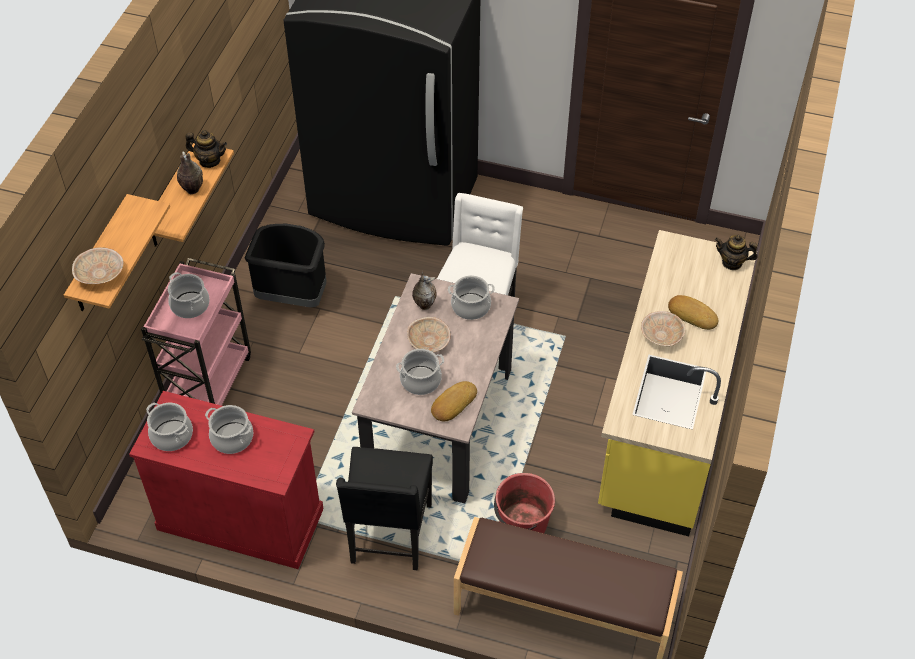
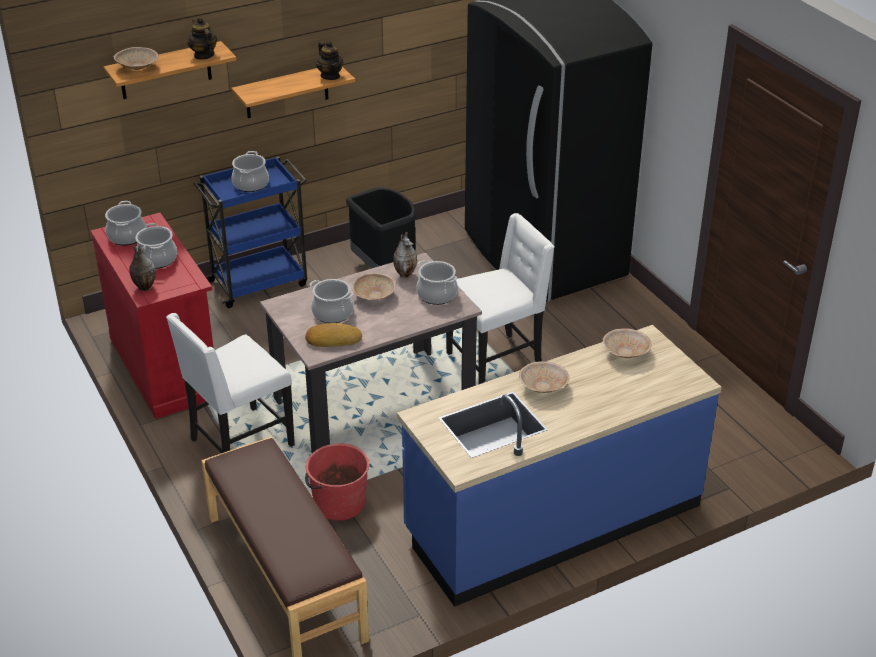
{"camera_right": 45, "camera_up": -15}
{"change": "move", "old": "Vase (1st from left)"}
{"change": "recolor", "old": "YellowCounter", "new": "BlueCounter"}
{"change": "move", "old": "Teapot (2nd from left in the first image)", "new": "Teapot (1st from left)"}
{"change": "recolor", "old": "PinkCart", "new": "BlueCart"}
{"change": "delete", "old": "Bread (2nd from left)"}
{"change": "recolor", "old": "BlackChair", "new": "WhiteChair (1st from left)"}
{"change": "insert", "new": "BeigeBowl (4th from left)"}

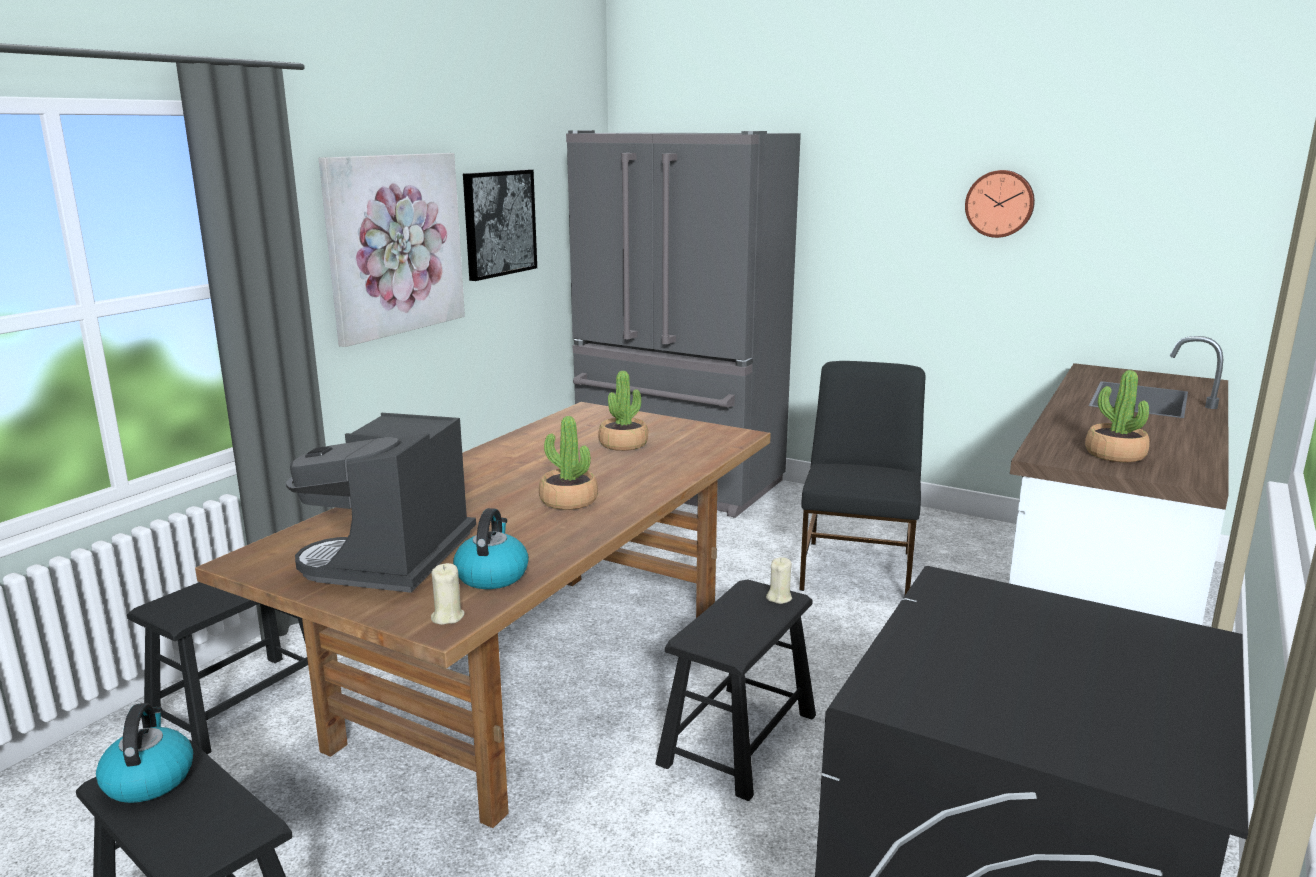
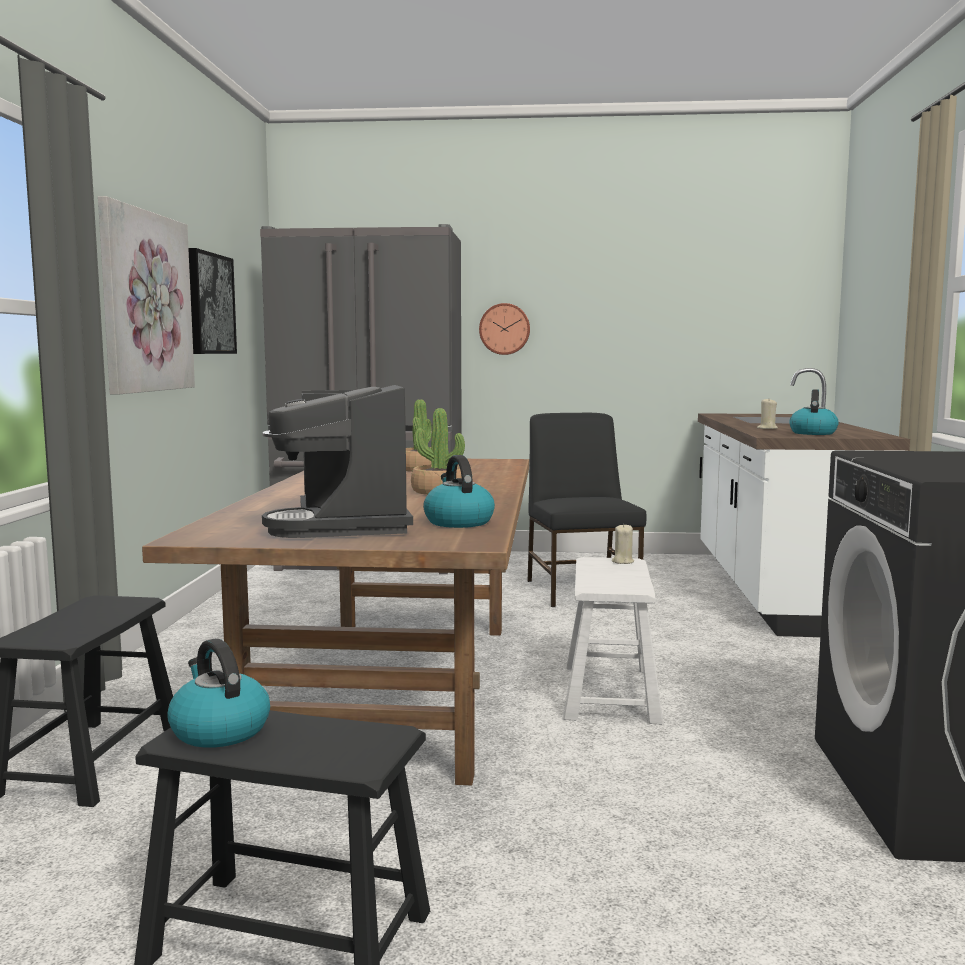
{"camera_right": -25, "camera_up": -10}
{"change": "move", "old": "WallClock"}
{"change": "replace", "old": "PottedPlant (3rd from left)", "new": "Kettle (3rd from left)"}
{"change": "move", "old": "BeigeCandle (1st from left in the first image)", "new": "BeigeCandle (2nd from left)"}
{"change": "recolor", "old": "BlackStool (3rd from left)", "new": "WhiteStool"}

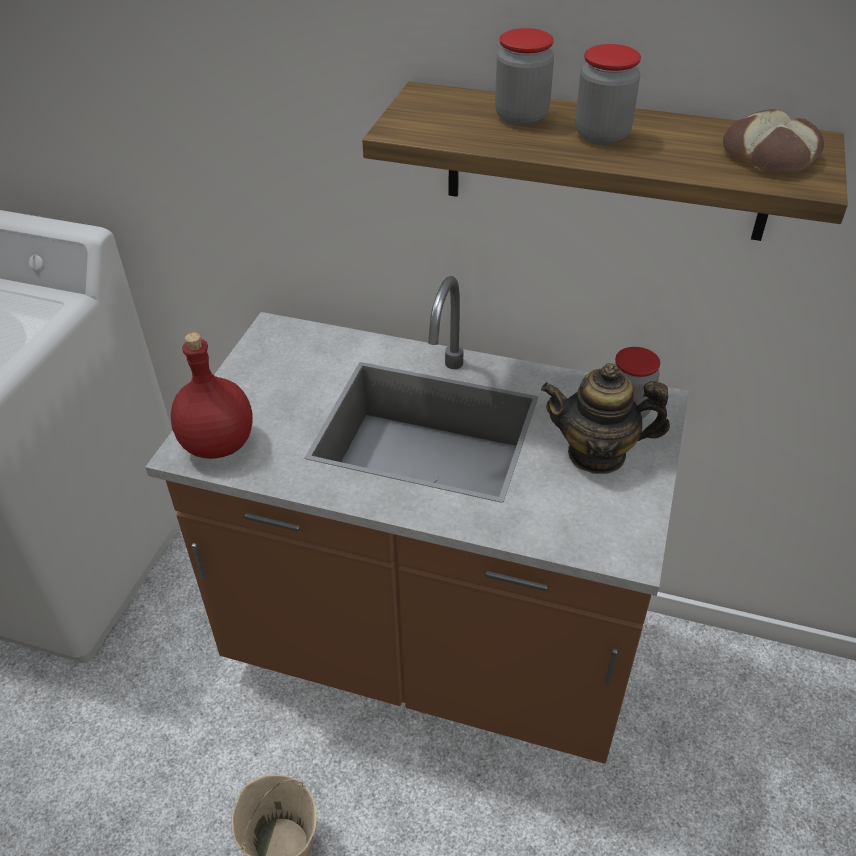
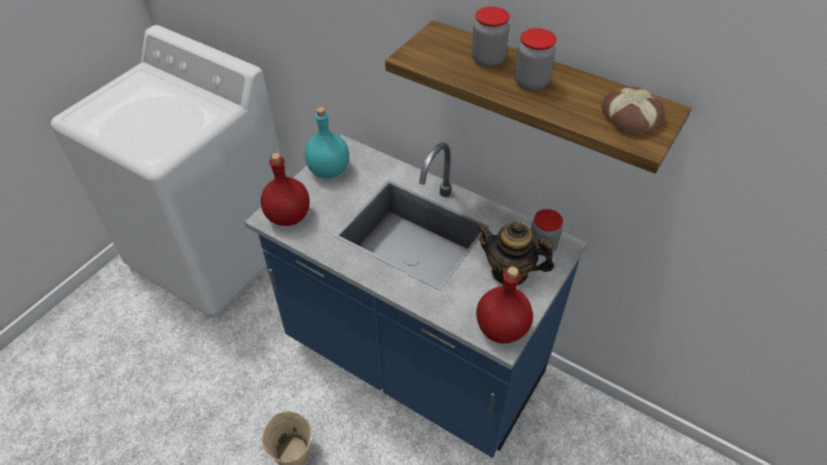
{"camera_right": 15, "camera_up": 5}
{"change": "recolor", "old": "BrownCounter", "new": "BlueCounter"}
{"change": "insert", "new": "TurquoiseBottle"}
{"change": "insert", "new": "RedBottle (2nd from left)"}

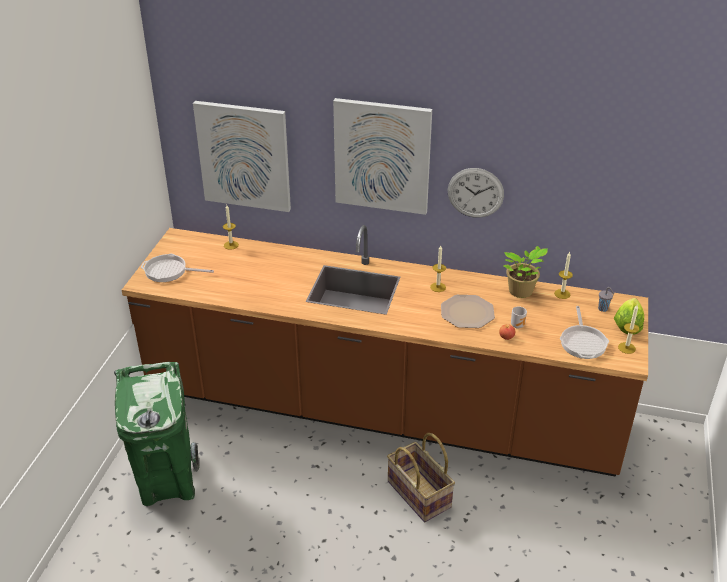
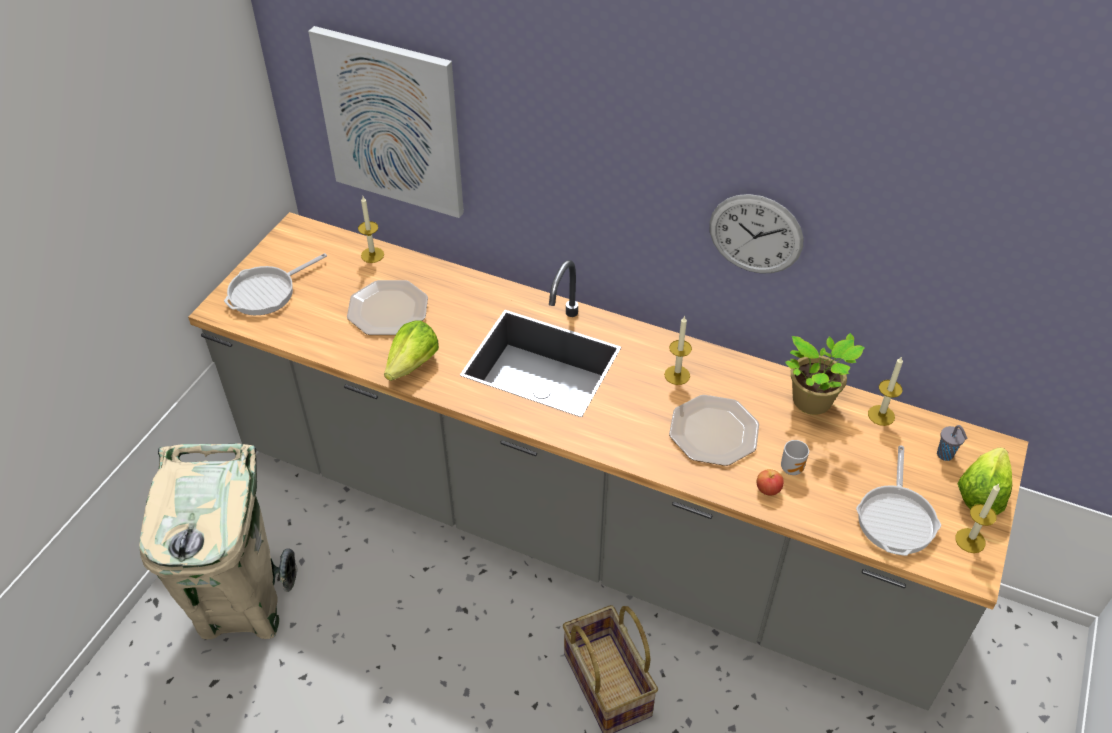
{"camera_right": 10, "camera_up": 10}
{"change": "delete", "old": "Picture (2nd from left)"}
{"change": "recolor", "old": "BrownCounter", "new": "GreyCounter"}
{"change": "rotate", "old": "FryingPan (1st from left)", "degrees": -60}
{"change": "recolor", "old": "GreenTrashCan", "new": "BeigeTrashCan"}
{"change": "insert", "new": "Plate (1st from left)"}
{"change": "insert", "new": "Lettuce (1st from left)"}

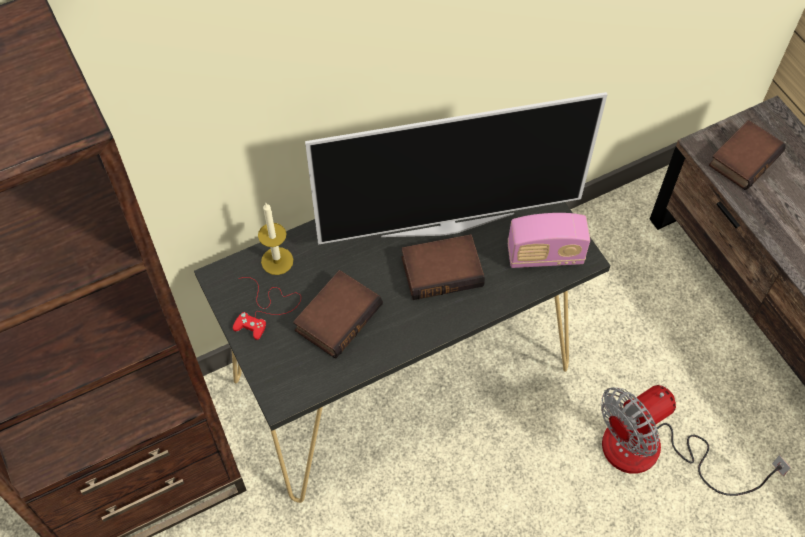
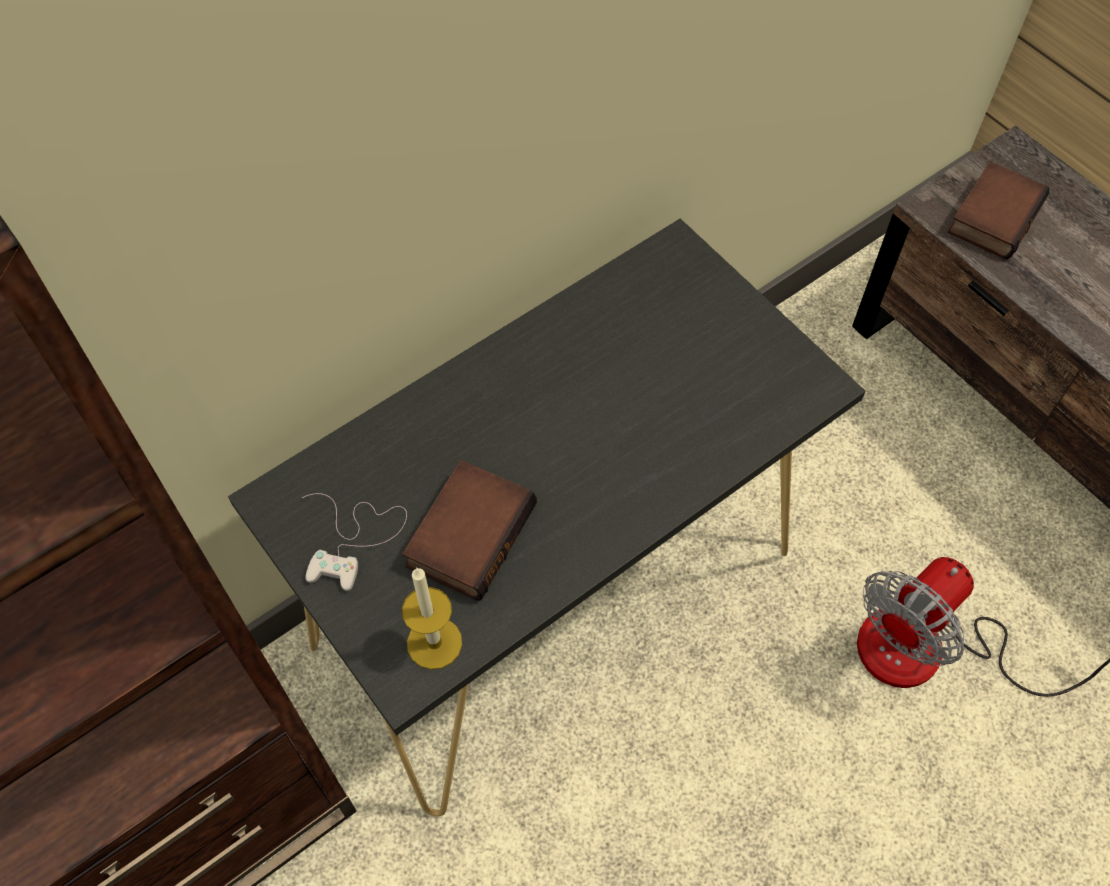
{"camera_right": -10, "camera_up": 0}
{"change": "delete", "old": "Television"}
{"change": "move", "old": "Candle"}
{"change": "delete", "old": "Radio"}
{"change": "delete", "old": "Book (2nd from left)"}
{"change": "recolor", "old": "RedGameController", "new": "WhiteGameController"}

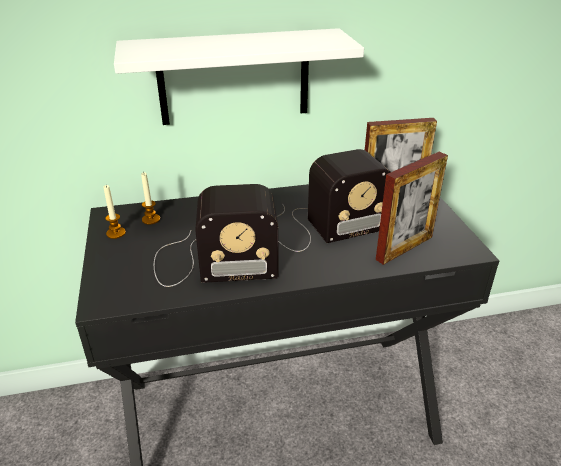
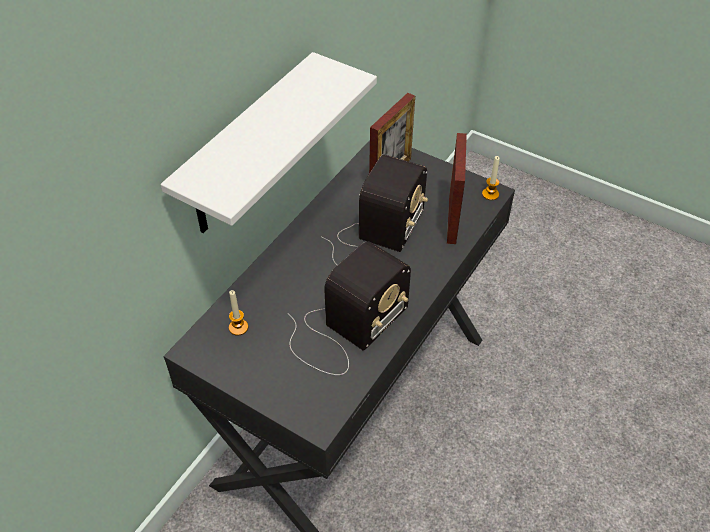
{"camera_right": -45, "camera_up": 15}
{"change": "move", "old": "Candle (1st from left in the first image)", "new": "Candle (2nd from left)"}

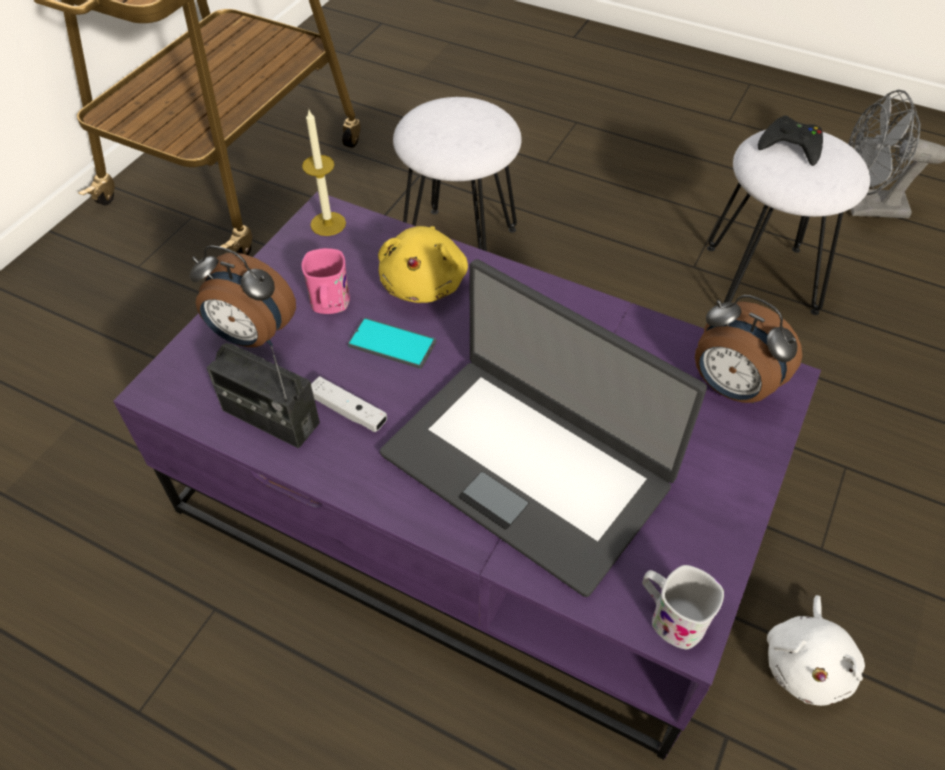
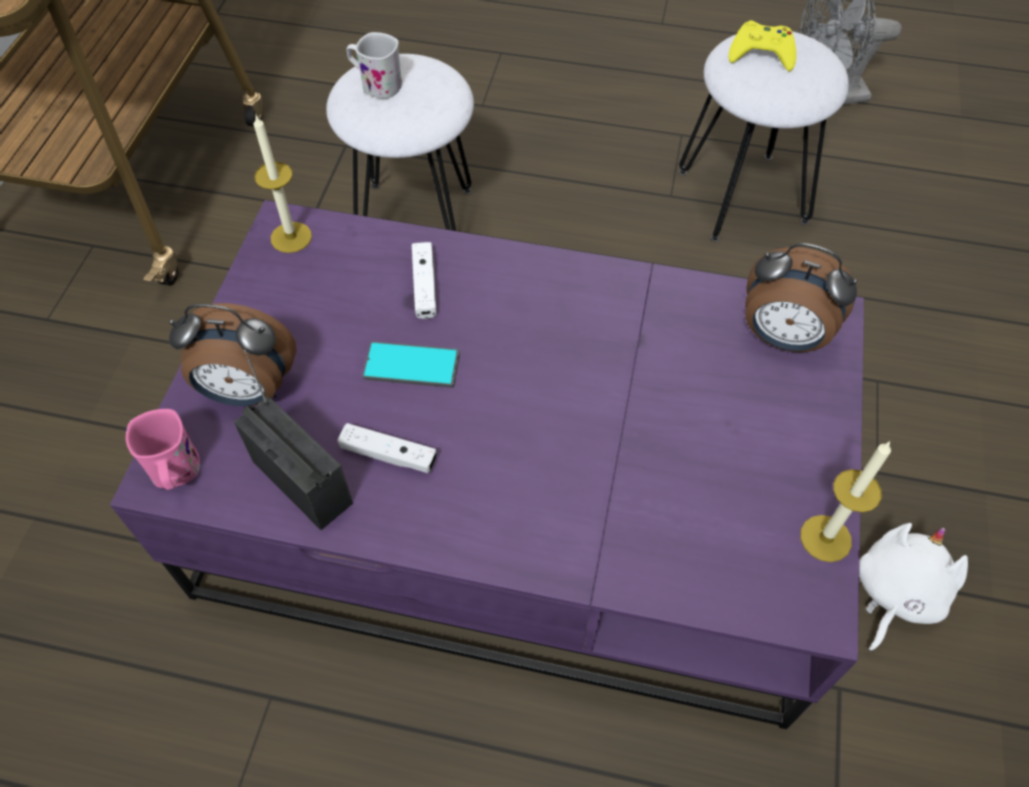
{"camera_right": -15, "camera_up": 5}
{"change": "recolor", "old": "BlackGameController", "new": "YellowGameController"}
{"change": "replace", "old": "YellowPlushToy", "new": "WhiteGameController (2nd from left)"}
{"change": "move", "old": "PinkMug"}
{"change": "delete", "old": "Laptop"}
{"change": "rotate", "old": "Radio", "degrees": -150}
{"change": "move", "old": "WhiteMug"}
{"change": "rotate", "old": "WhitePlushToy", "degrees": -150}
{"change": "insert", "new": "Candle (2nd from left)"}

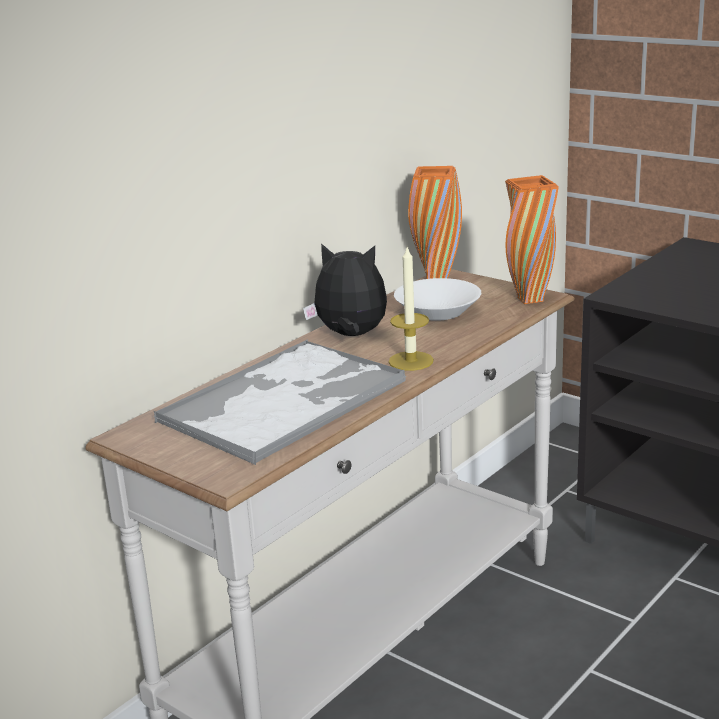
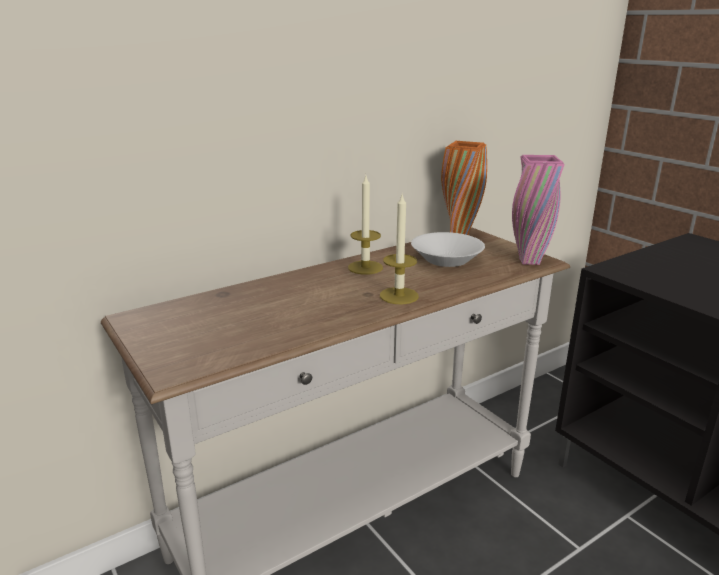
{"camera_right": 15, "camera_up": 0}
{"change": "recolor", "old": "OrangeVase (2nd from left)", "new": "PinkVase"}
{"change": "replace", "old": "PlushToy", "new": "Candle (1st from left)"}
{"change": "delete", "old": "Tray"}

